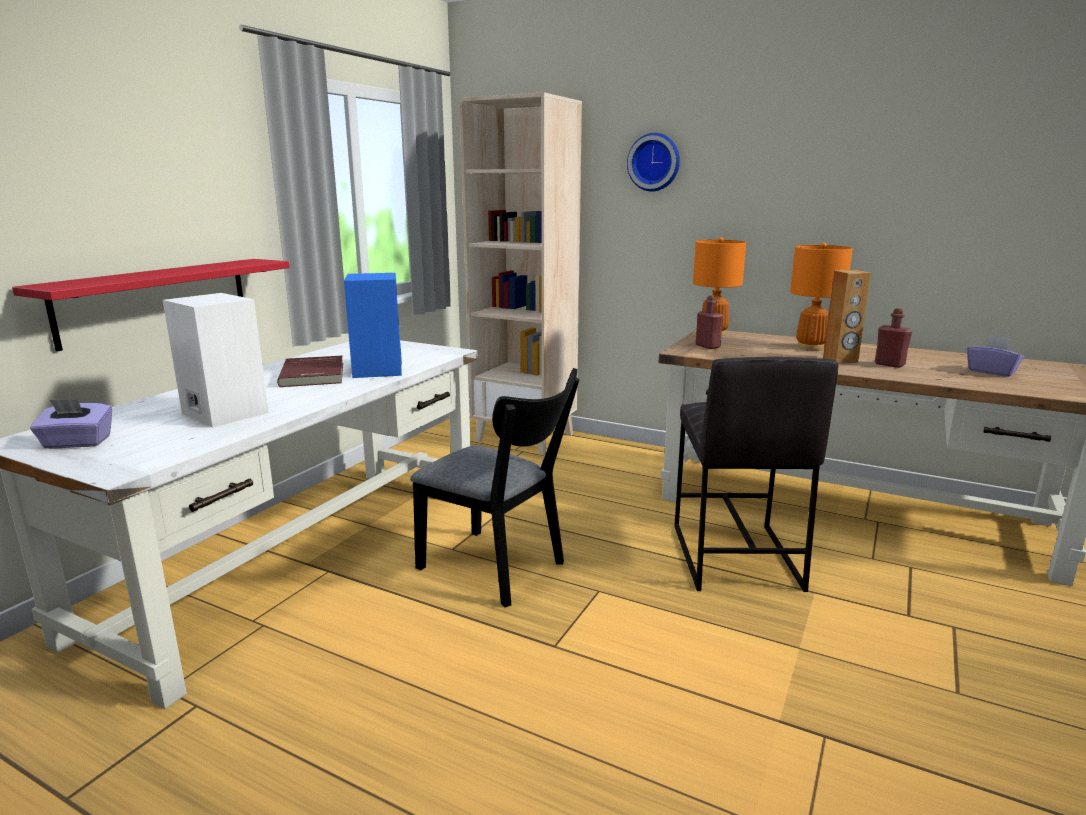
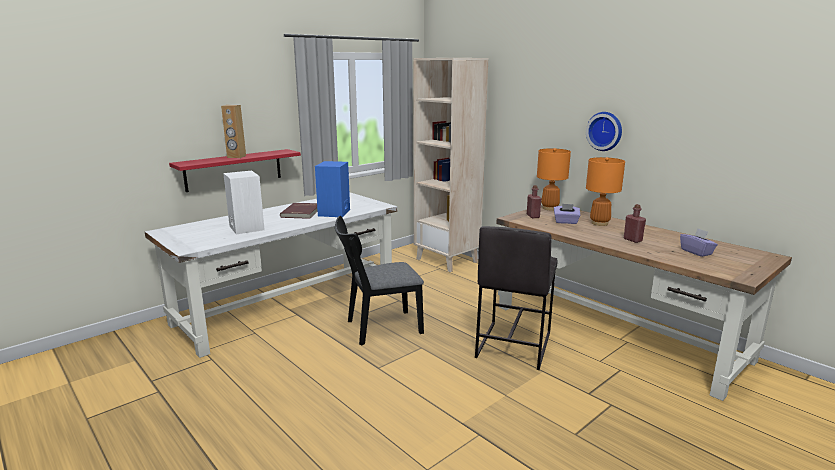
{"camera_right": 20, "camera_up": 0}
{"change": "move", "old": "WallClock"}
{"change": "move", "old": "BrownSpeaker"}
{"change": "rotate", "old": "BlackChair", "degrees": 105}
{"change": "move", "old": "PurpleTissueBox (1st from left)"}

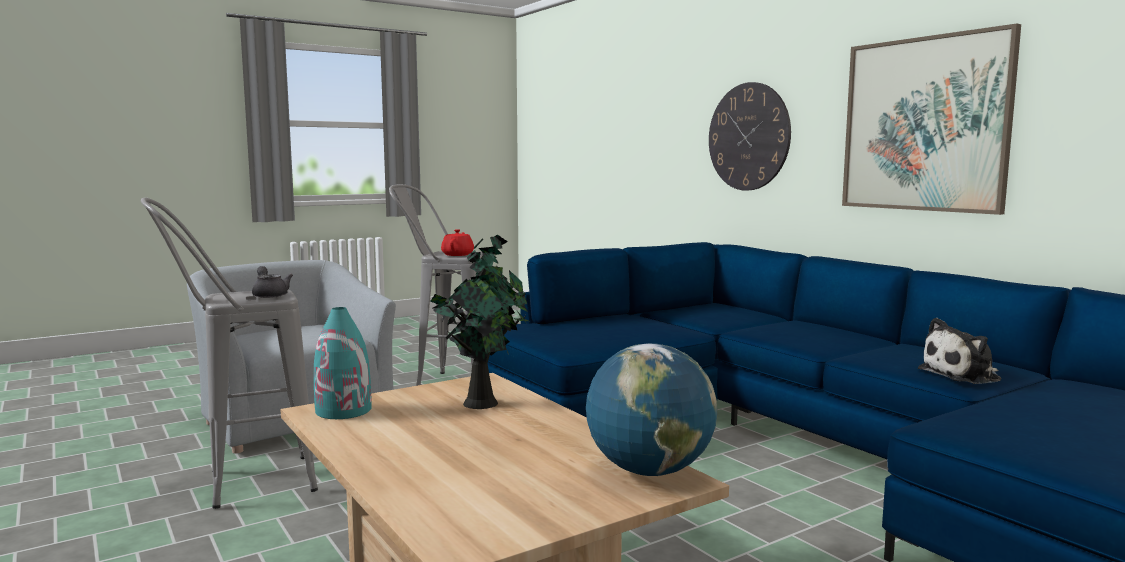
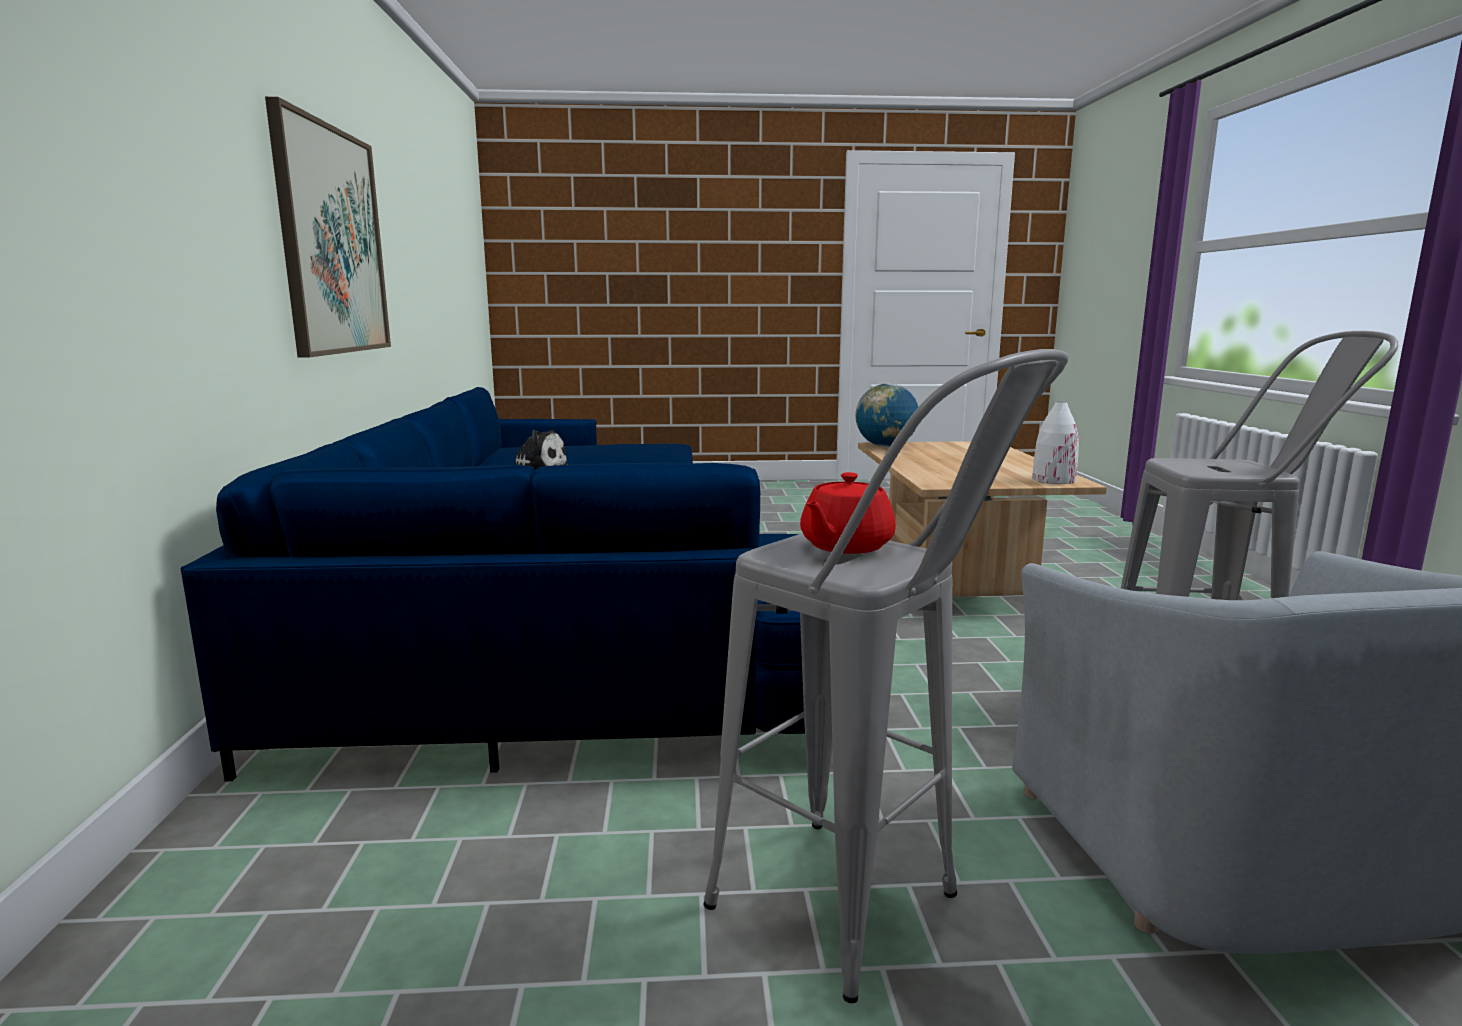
{"camera_right": -150, "camera_up": 5}
{"change": "delete", "old": "WallClock"}
{"change": "delete", "old": "PottedPlant"}
{"change": "delete", "old": "GreyTeapot"}
{"change": "recolor", "old": "TurquoiseVase", "new": "WhiteVase"}

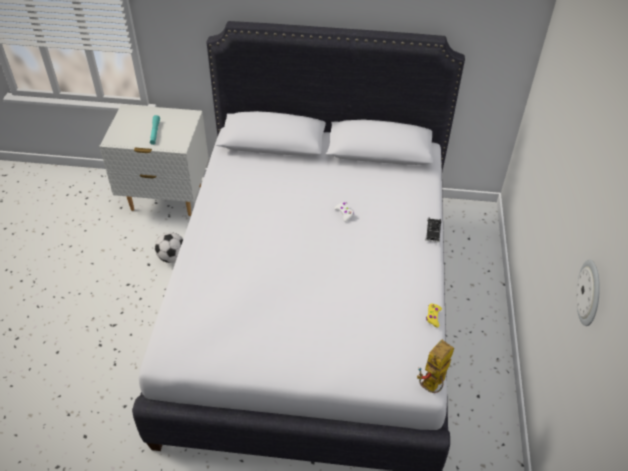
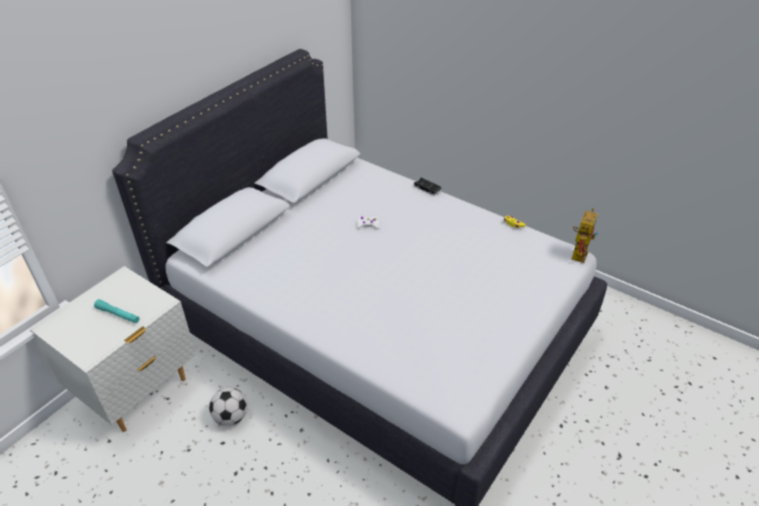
{"camera_right": -60, "camera_up": -5}
{"change": "delete", "old": "WallClock"}
{"change": "rotate", "old": "ToyRobot", "degrees": -135}

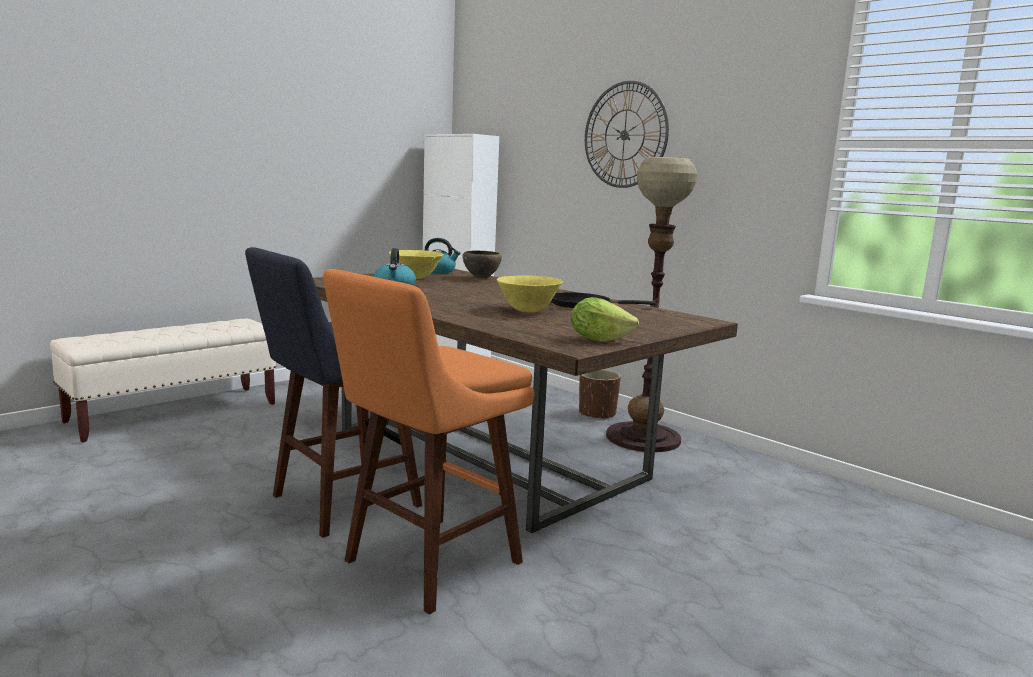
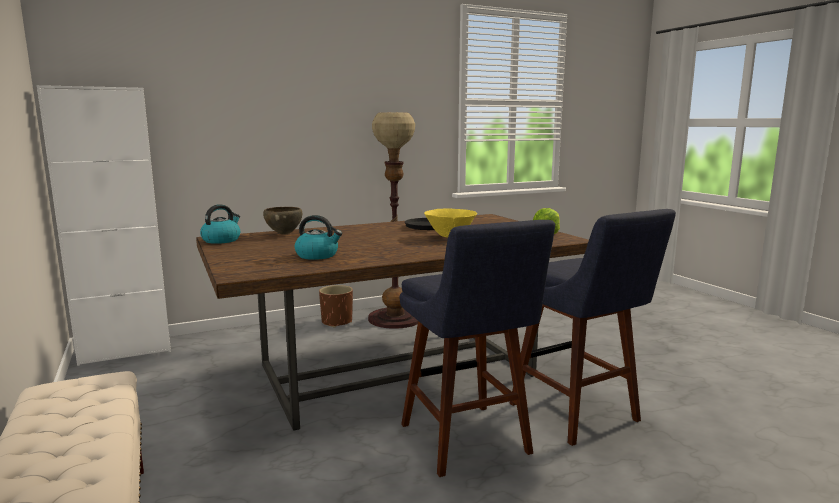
{"camera_right": -70, "camera_up": 0}
{"change": "delete", "old": "WallClock"}
{"change": "delete", "old": "YellowBowl (1st from left)"}
{"change": "recolor", "old": "OrangeStool", "new": "BlueStool (2nd from left)"}

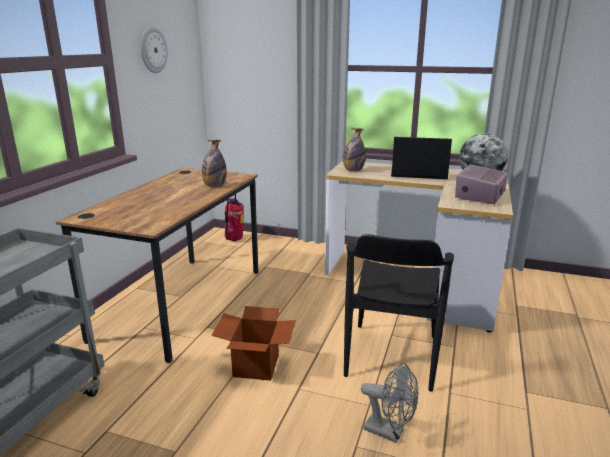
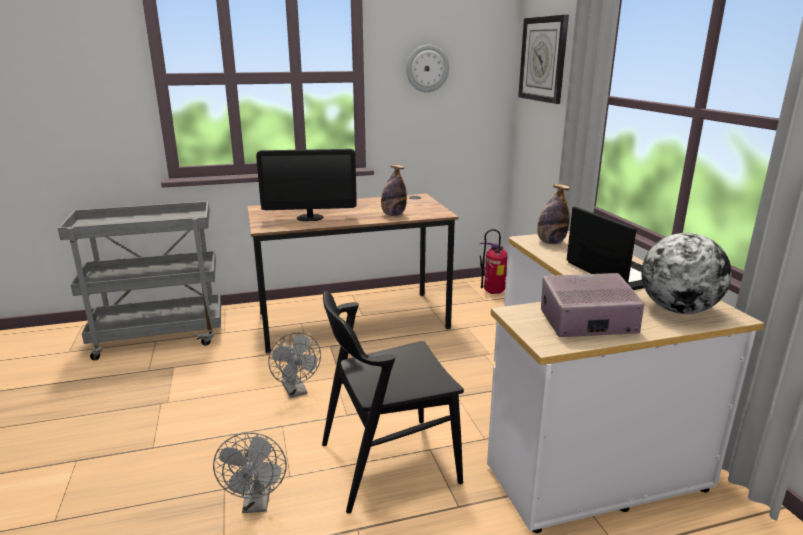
{"camera_right": 55, "camera_up": 0}
{"change": "replace", "old": "CardboardBox", "new": "GreyFan (2nd from left)"}
{"change": "insert", "new": "WallClock (2nd from left)"}
{"change": "insert", "new": "Monitor"}

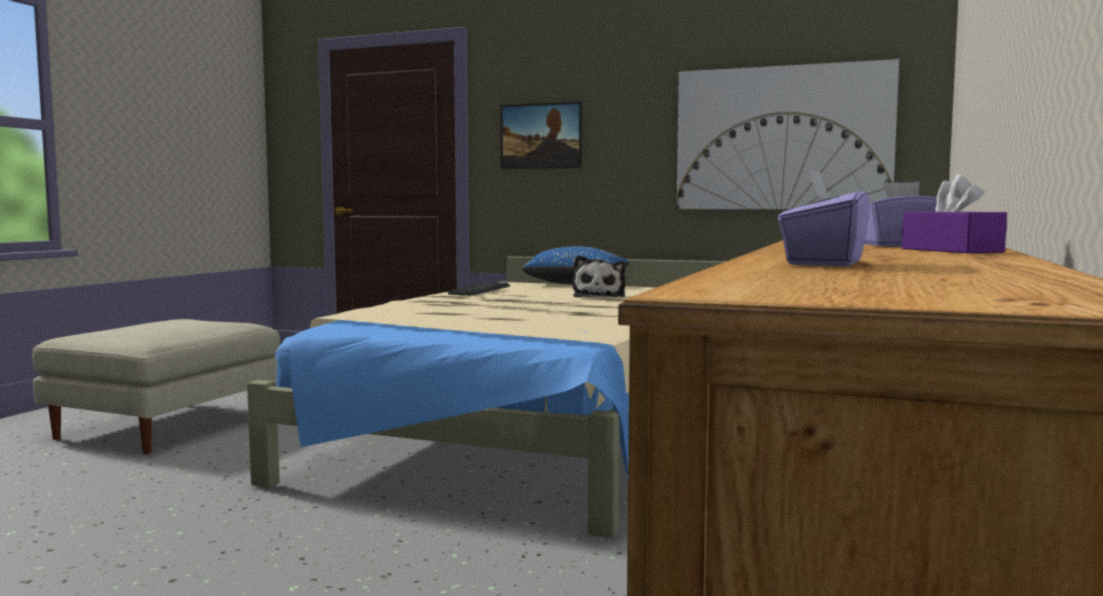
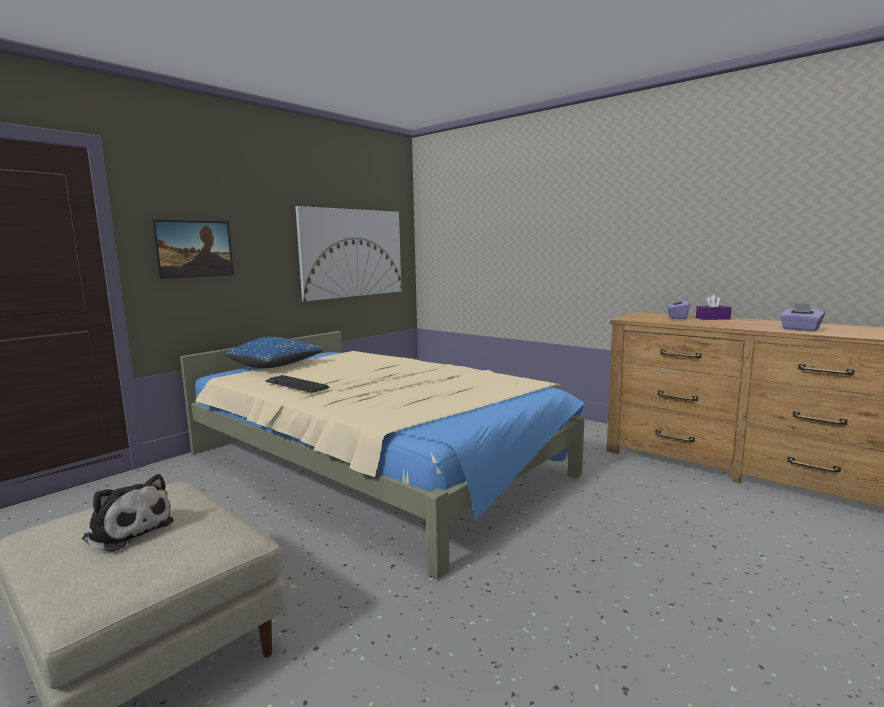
{"camera_right": -70, "camera_up": 5}
{"change": "move", "old": "PlushToy"}

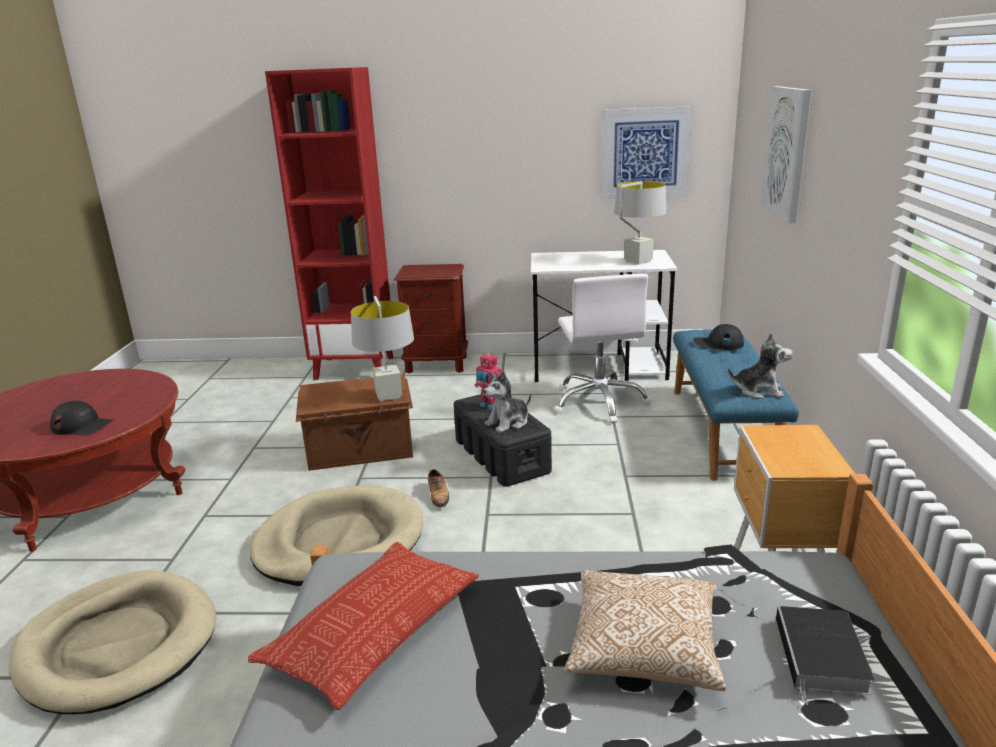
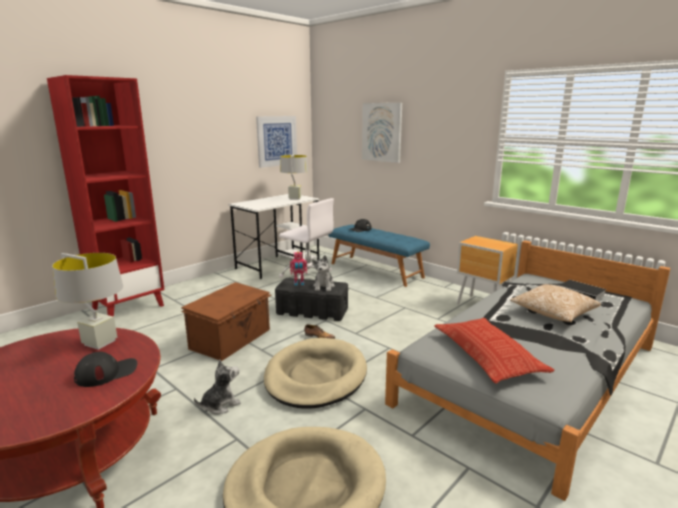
{"camera_right": -50, "camera_up": -5}
{"change": "delete", "old": "BrownNightstand (1st from left)"}
{"change": "move", "old": "GreyTableLamp (1st from left)"}
{"change": "move", "old": "PlushToy (2nd from left in the first image)", "new": "PlushToy (1st from left)"}

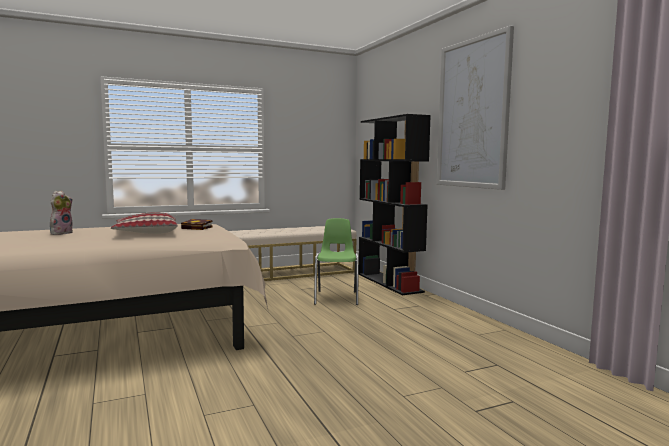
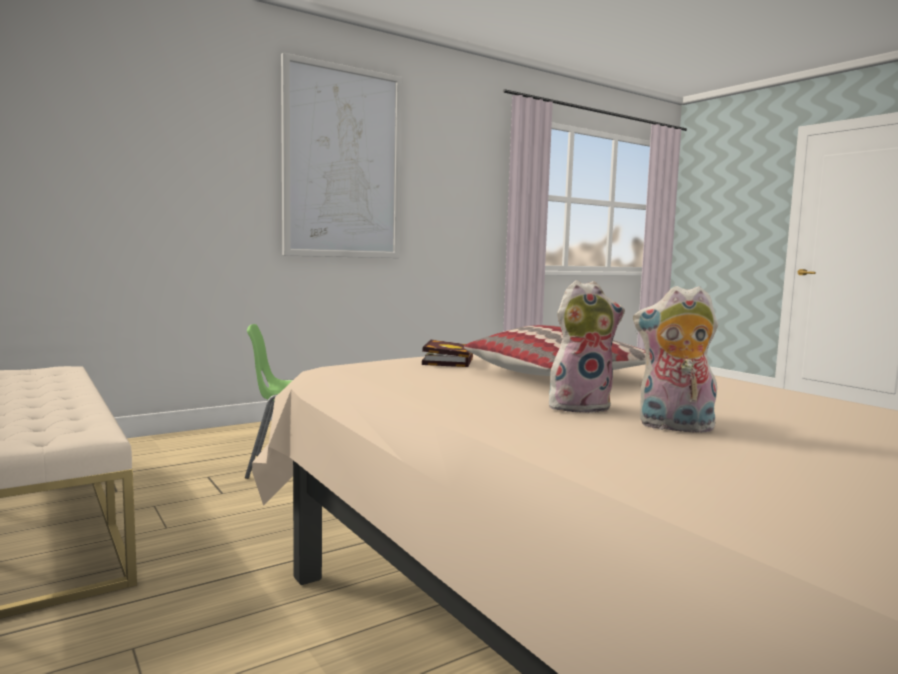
{"camera_right": -100, "camera_up": 0}
{"change": "delete", "old": "BlackBookcase"}
{"change": "insert", "new": "PlushToy (1st from left)"}

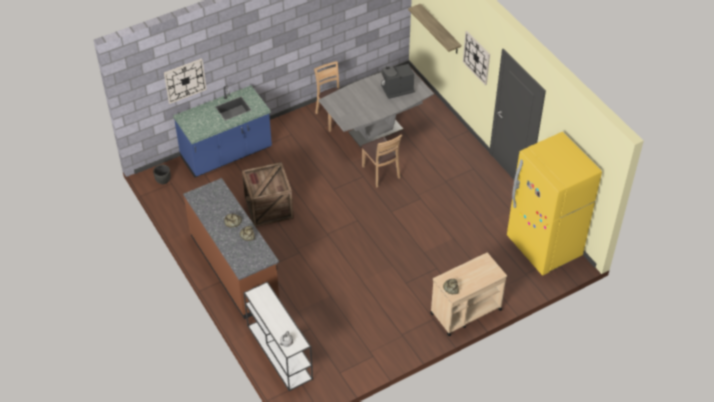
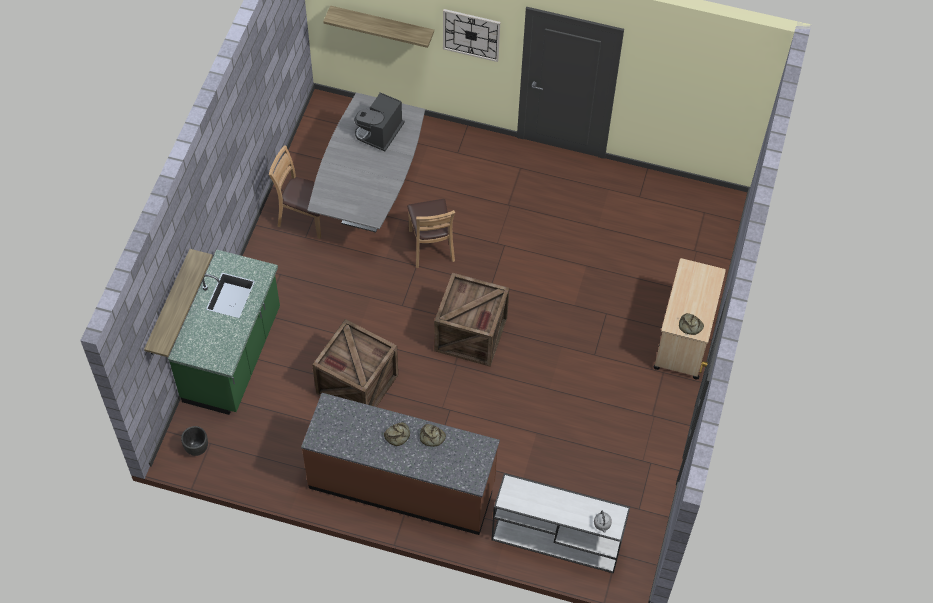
{"camera_right": -45, "camera_up": 10}
{"change": "replace", "old": "WallClock (1st from left)", "new": "Shelf (1st from left)"}
{"change": "recolor", "old": "BlueCounter", "new": "GreenCounter"}
{"change": "delete", "old": "YellowFridge"}
{"change": "rotate", "old": "BrownChair (2nd from left)", "degrees": 60}
{"change": "insert", "new": "Crate (2nd from left)"}

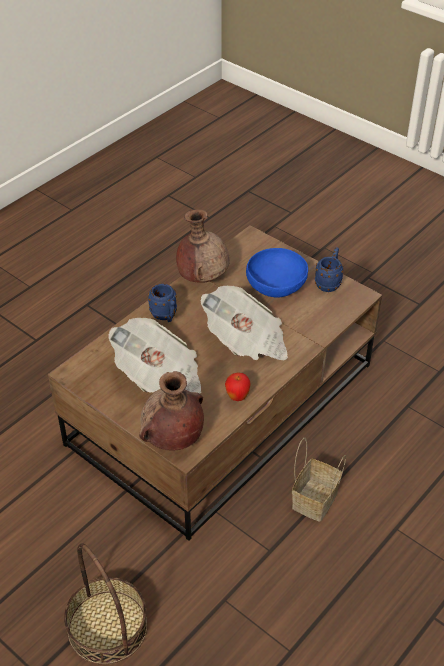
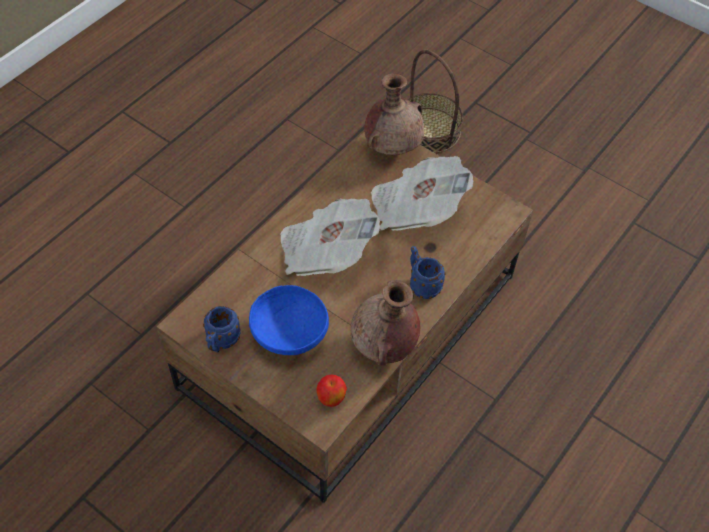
{"camera_right": 175, "camera_up": 10}
{"change": "move", "old": "Apple"}
{"change": "delete", "old": "Basket (2nd from left)"}

